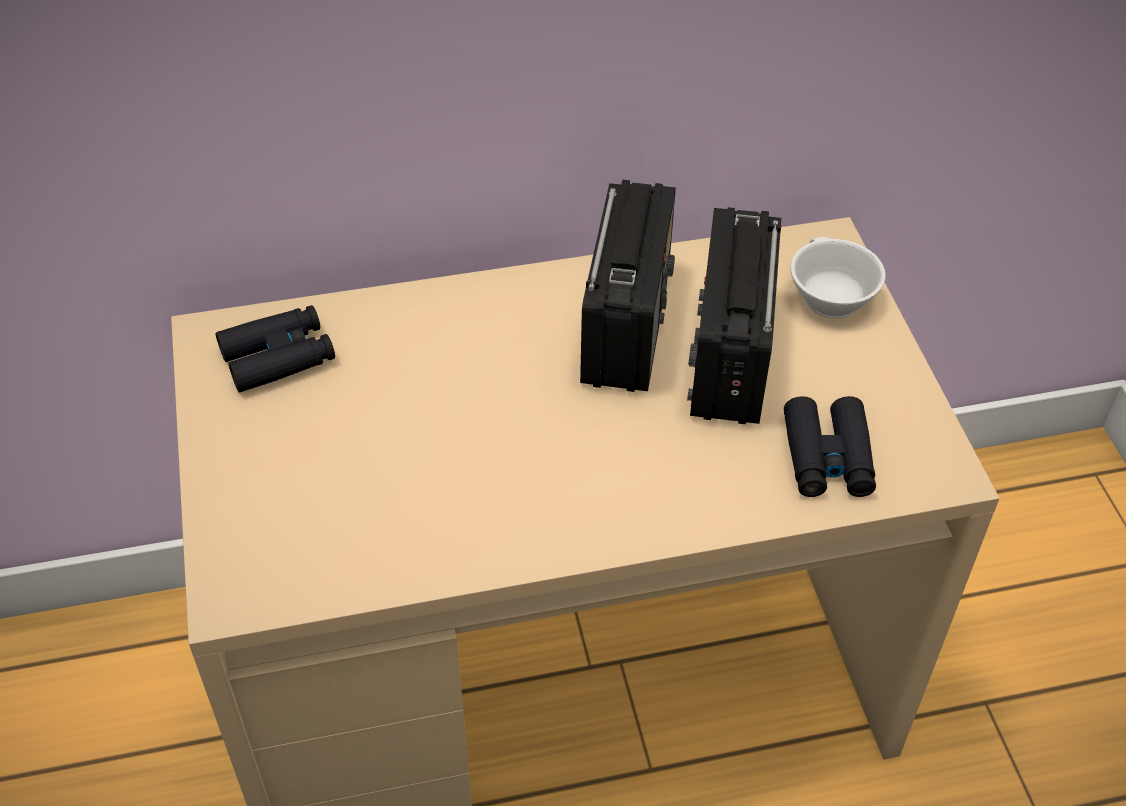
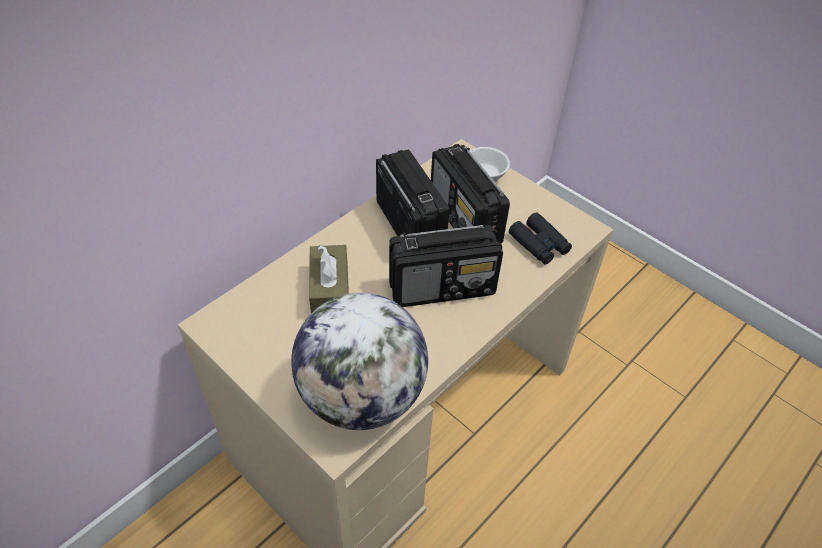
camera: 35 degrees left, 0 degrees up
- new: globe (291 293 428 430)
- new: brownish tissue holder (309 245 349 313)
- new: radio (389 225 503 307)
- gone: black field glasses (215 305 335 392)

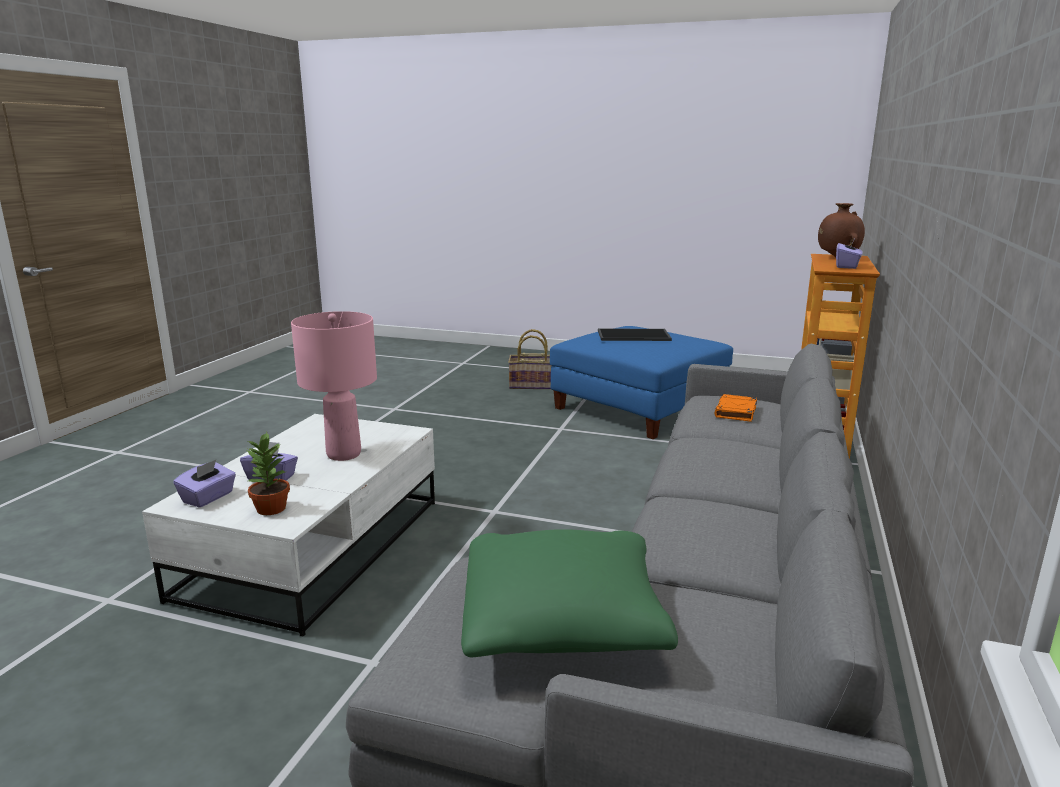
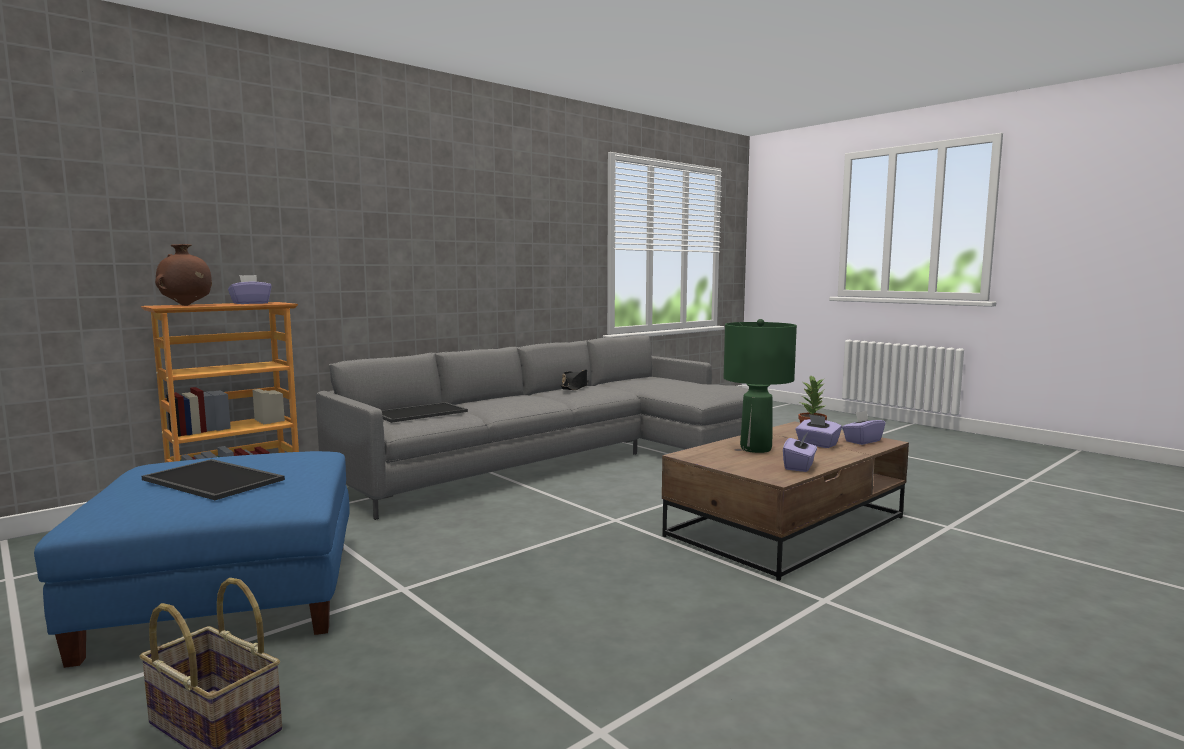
camera: 150 degrees left, 10 degrees down
- swapped: orange-coloured volume (714 394 757 422) to carrying tray (381 402 468 423)
- new: black wearable hat (561 370 589 390)
- repainted: white coffee table (142 414 435 636) to brownish coffee table (662 421 909 581)
- repainted: pinkish lamp for a table (291 311 377 461) to greenish lamp for a table (724 319 797 453)
- new: purple tissue holder (783 434 817 472)
- gone: greenish pillow (461 529 678 657)

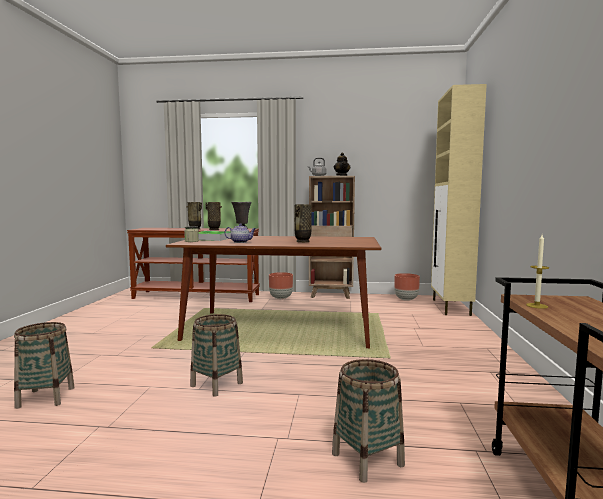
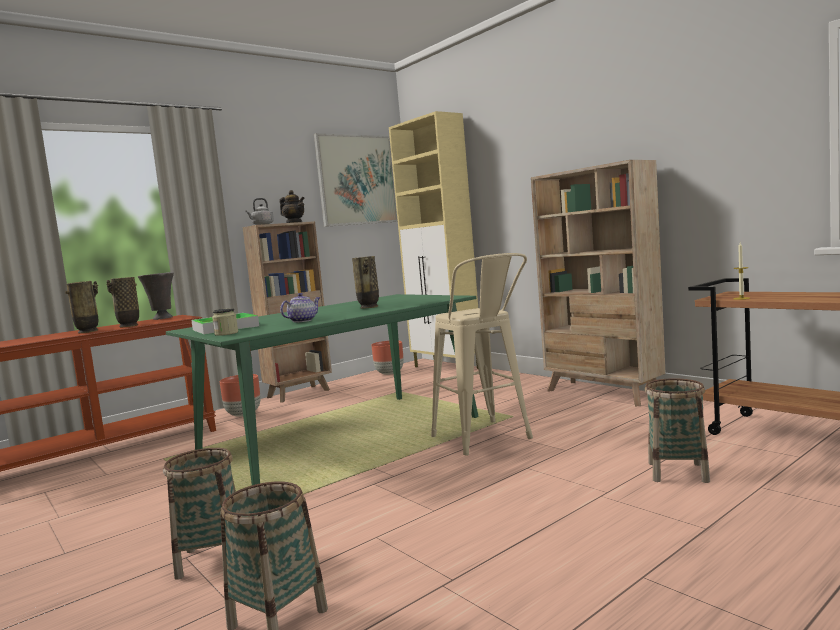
camera: 45 degrees left, 0 degrees up
- shifted: storage basket (190 314 243 396) to (163 448 236 580)
- repainted: brownish dining table (166 236 381 348) to greenish dining table (166 294 479 485)
- new: picture (314 133 398 227)
- new: sand-coloured sitting stool (431 253 533 455)
- new: sand-coloured bookshelf (531 160 666 406)

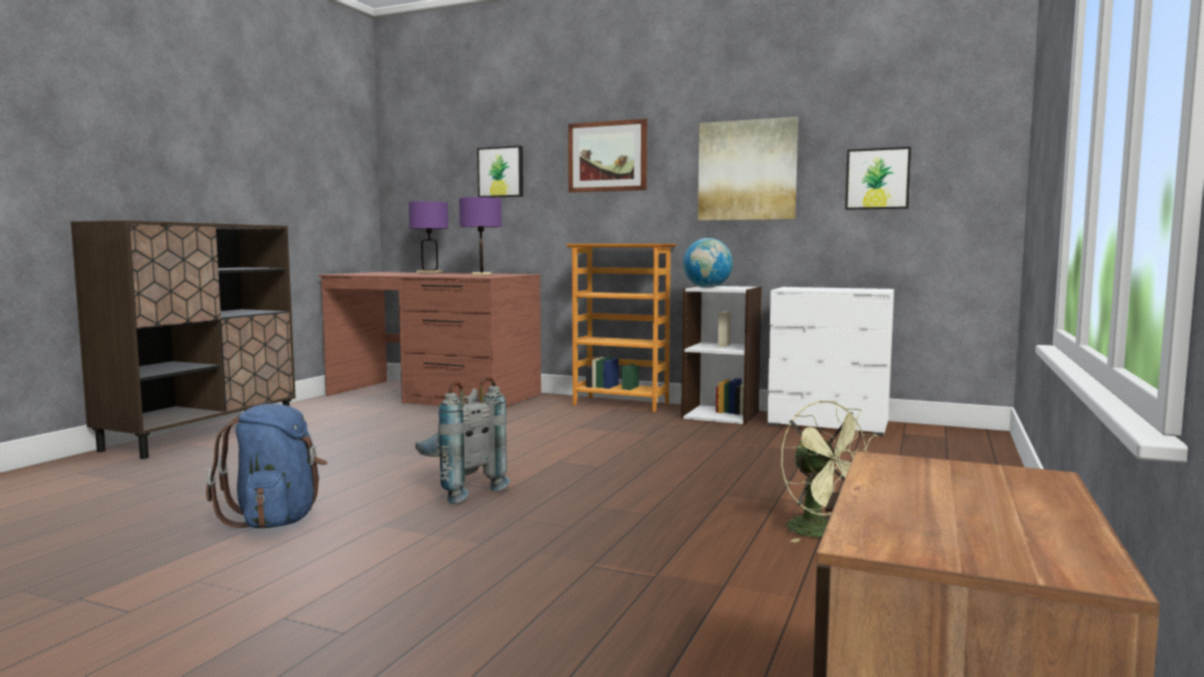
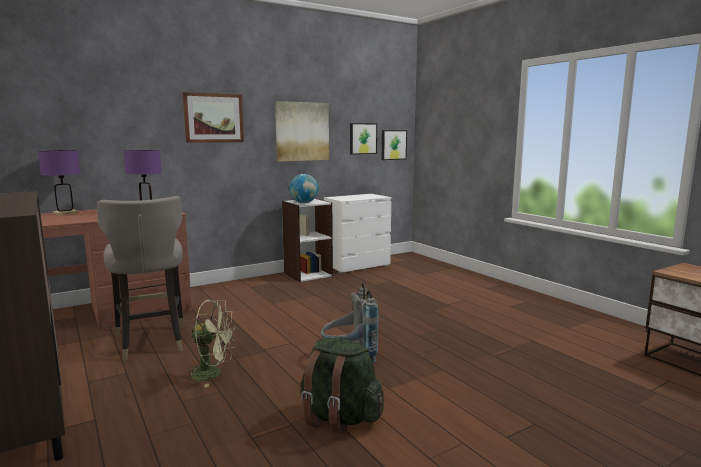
camera: 55 degrees left, 5 degrees up
- new: greyish sitting stool (97 196 184 361)
- shifted: greenish electric fan (781 400 879 543) to (188 300 236 387)
- repainted: bluish rucksack (206 404 327 529) to greenish rucksack (301 338 384 434)
- shifted: picture (477 146 523 197) to (382 130 407 160)
- gone: bookshelf (566 244 677 412)

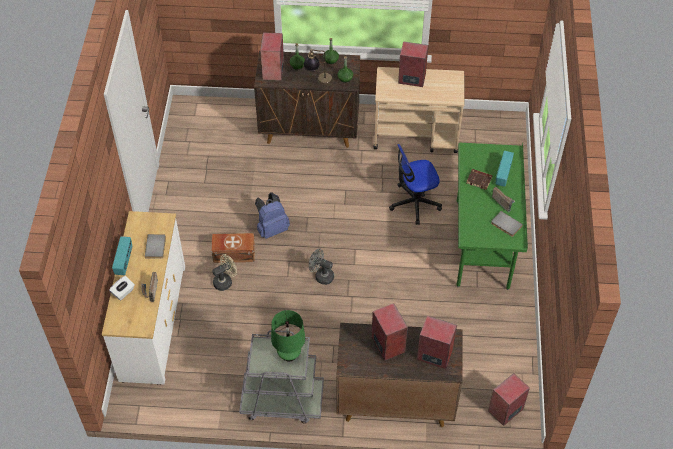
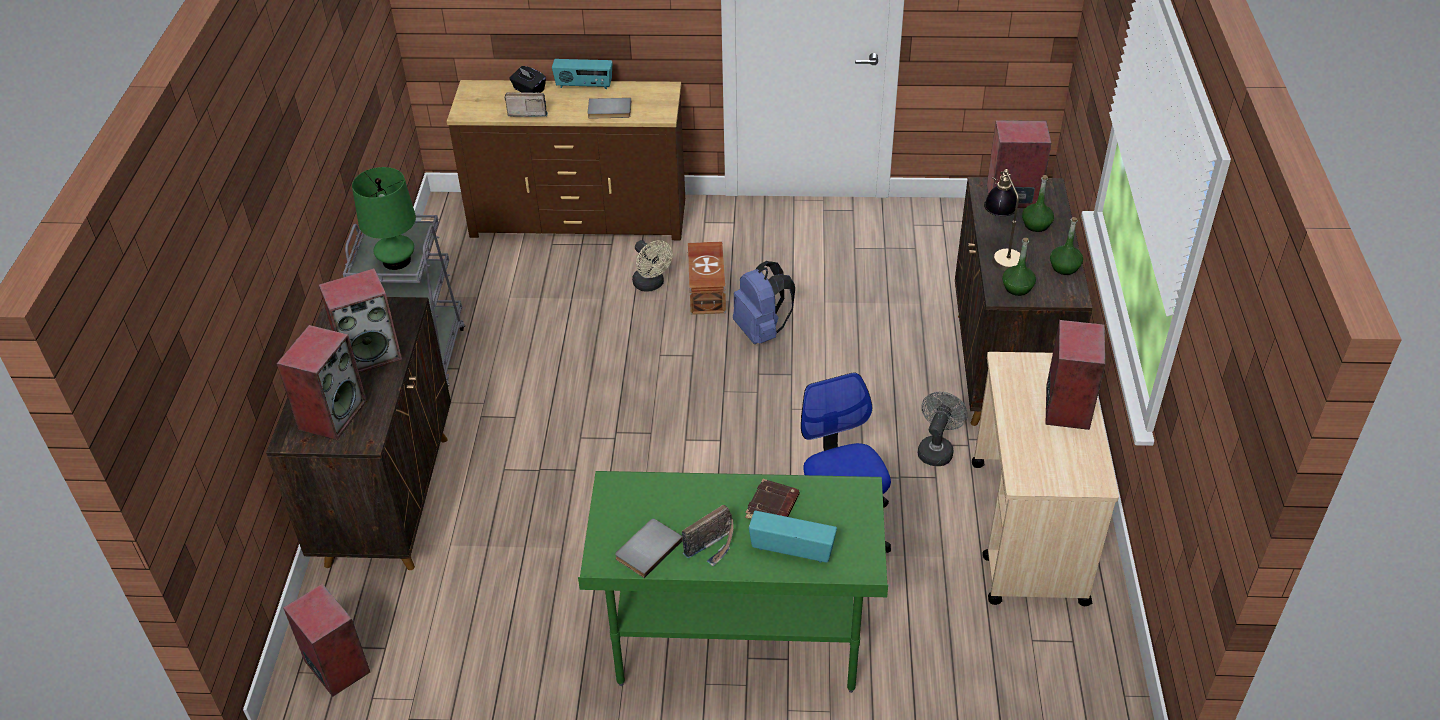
camera: 90 degrees right, 10 degrees down
- repainted: white chest of drawers (102 211 185 385) to brownish chest of drawers (447 80 685 240)
- repainted: white tissue holder (109 276 135 300) to black tissue holder (510 66 546 93)
- shifted: greyish electric fan (309 249 334 285) to (918 392 968 466)

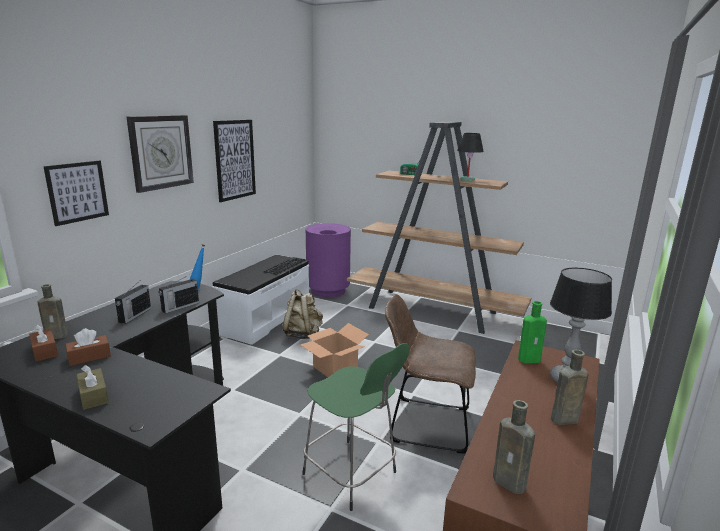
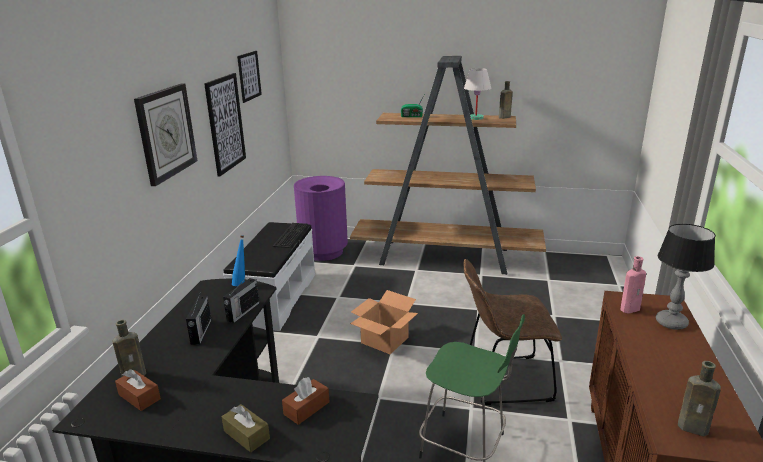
camera: 15 degrees left, 5 degrees up
- shifted: picture (43 161 109 226) to (237 51 262 103)
- shifted: brownish tissue holder (66 328 111 366) to (282 377 329 425)
- repainted: black lamp for a table (457 133 484 181) to white lamp for a table (464 68 492 120)
- shifted: brownish bottle (551 349 589 425) to (499 81 513 119)
- repainted: greenish bottle (518 301 547 363) to pinkish bottle (621 256 646 314)
- gone: sand-coloured rucksack (283 289 323 339)

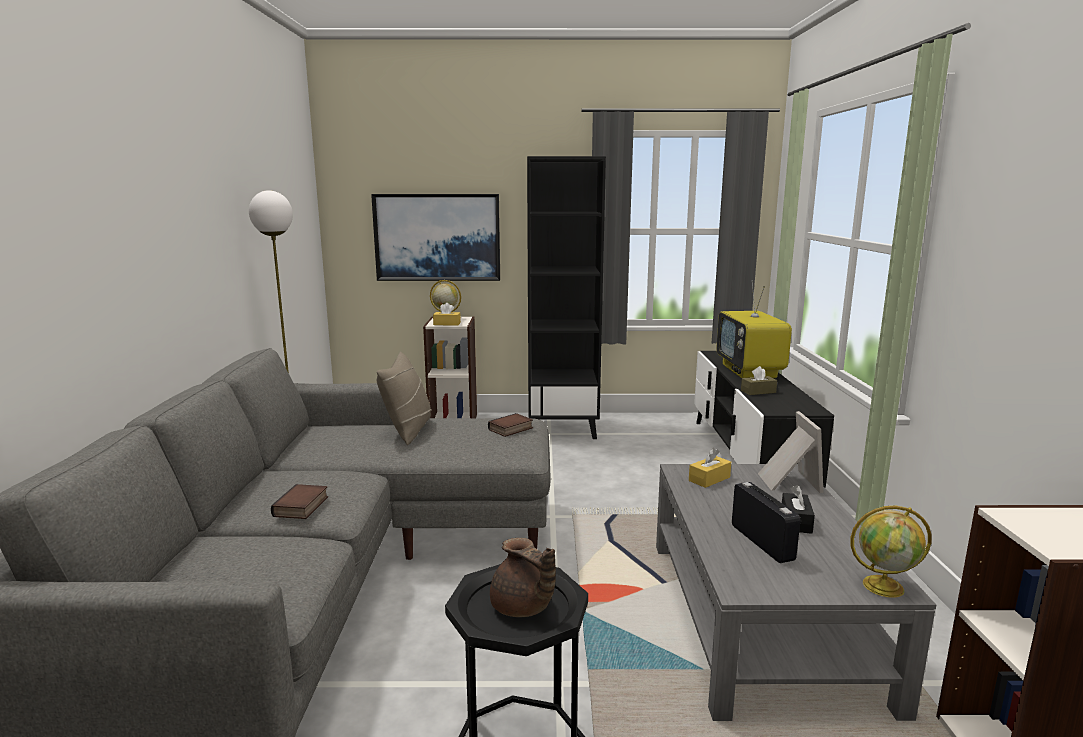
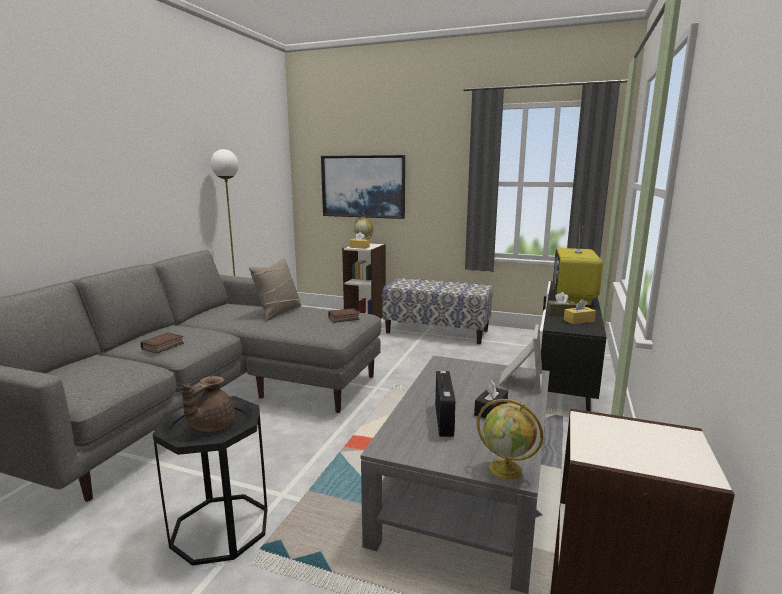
camera: 20 degrees right, 0 degrees up
- rotated: brownish pot for tea (490 538 556 617) = (181 376 235 432) 45 degrees clockwise
- swapped: black bookshelf (527 156 606 439) to indoor bench (382 278 493 344)
- shifted: yellowish tissue holder (689 448 731 488) to (564 299 596 324)

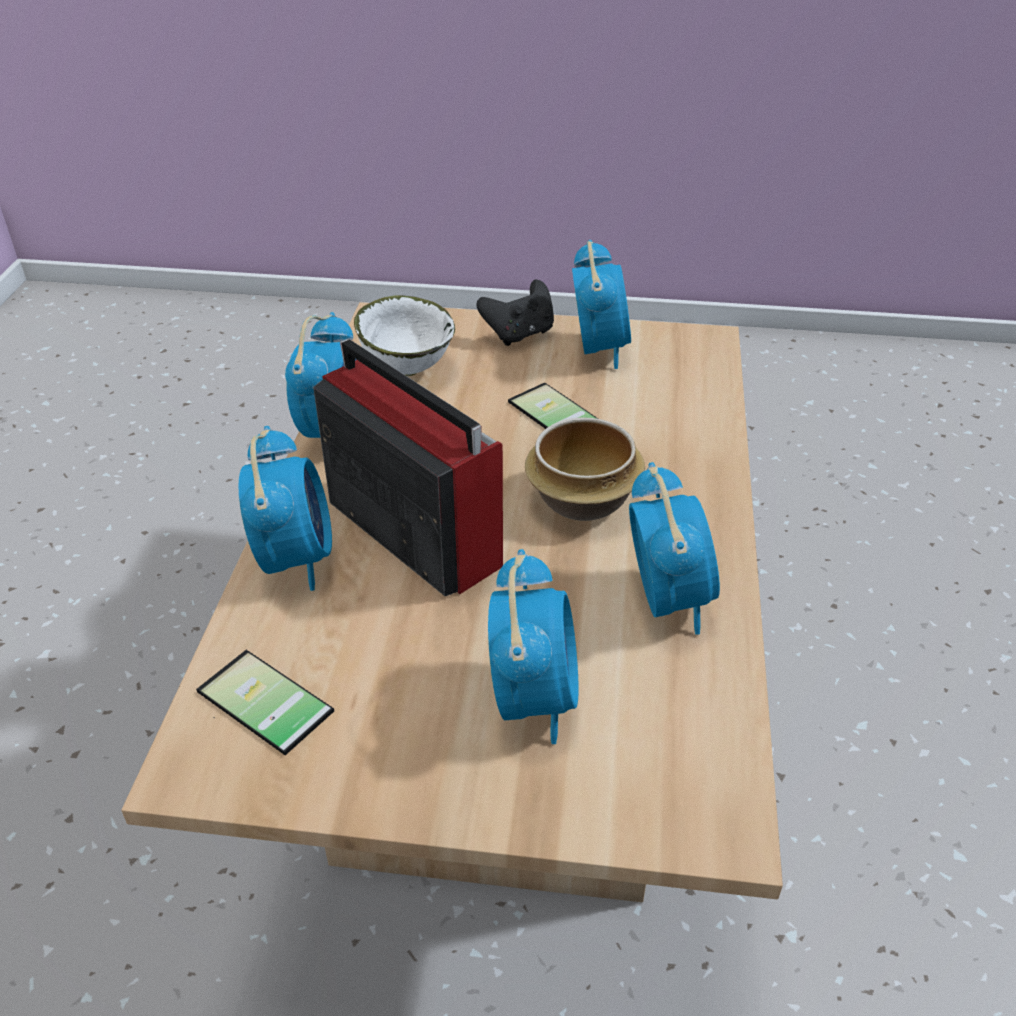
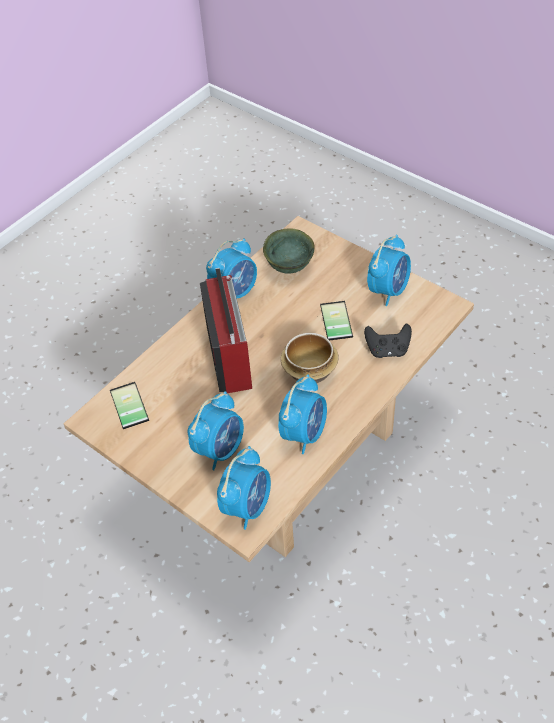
camera: 35 degrees right, 10 degrees up
- shifted: table clock (239 426 332 591) to (217 446 271 530)
- repainted: white bowl (354 295 455 376) to greenish bowl (263 228 315 274)
- shifted: black joypad (476 280 554 346) to (364 324 412 358)

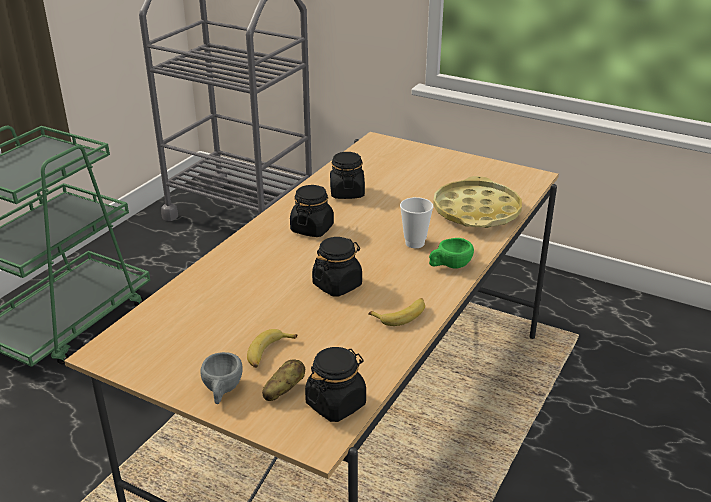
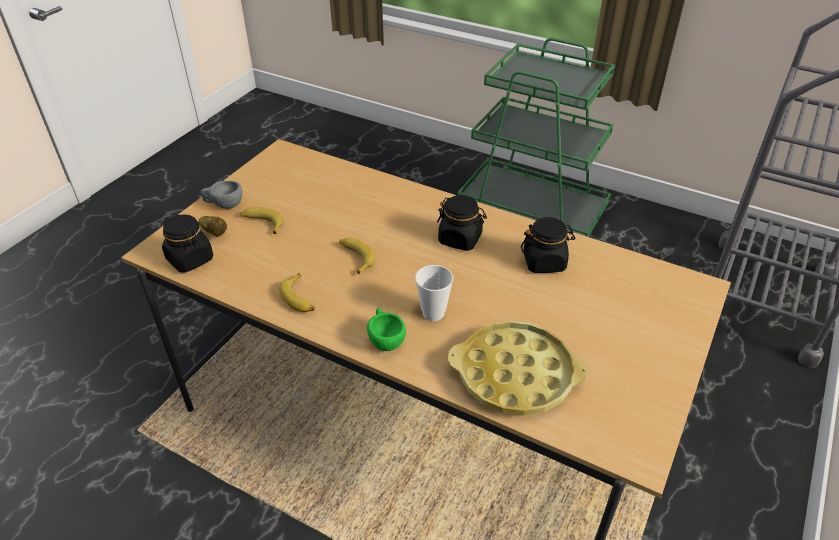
camera: 90 degrees right, 10 degrees up
- swapped: black storage jar (312 237 362 297) to whole banana (339 238 375 274)

